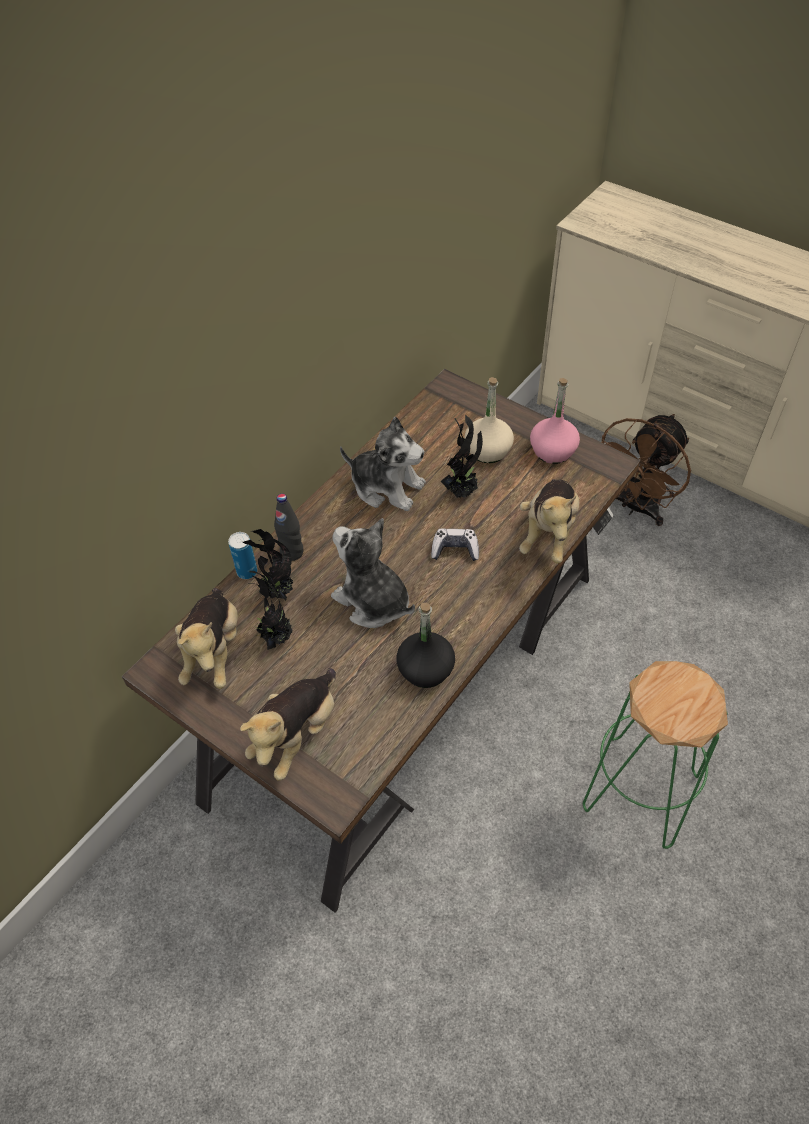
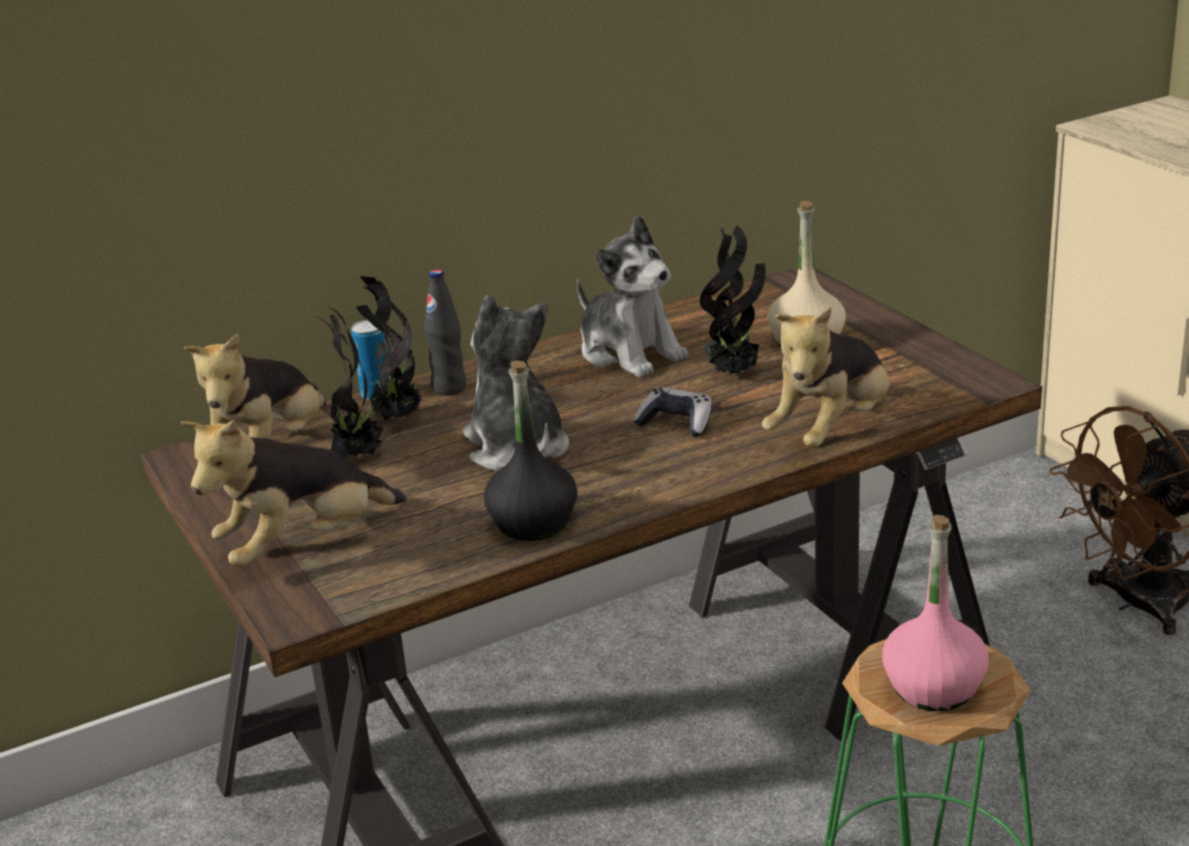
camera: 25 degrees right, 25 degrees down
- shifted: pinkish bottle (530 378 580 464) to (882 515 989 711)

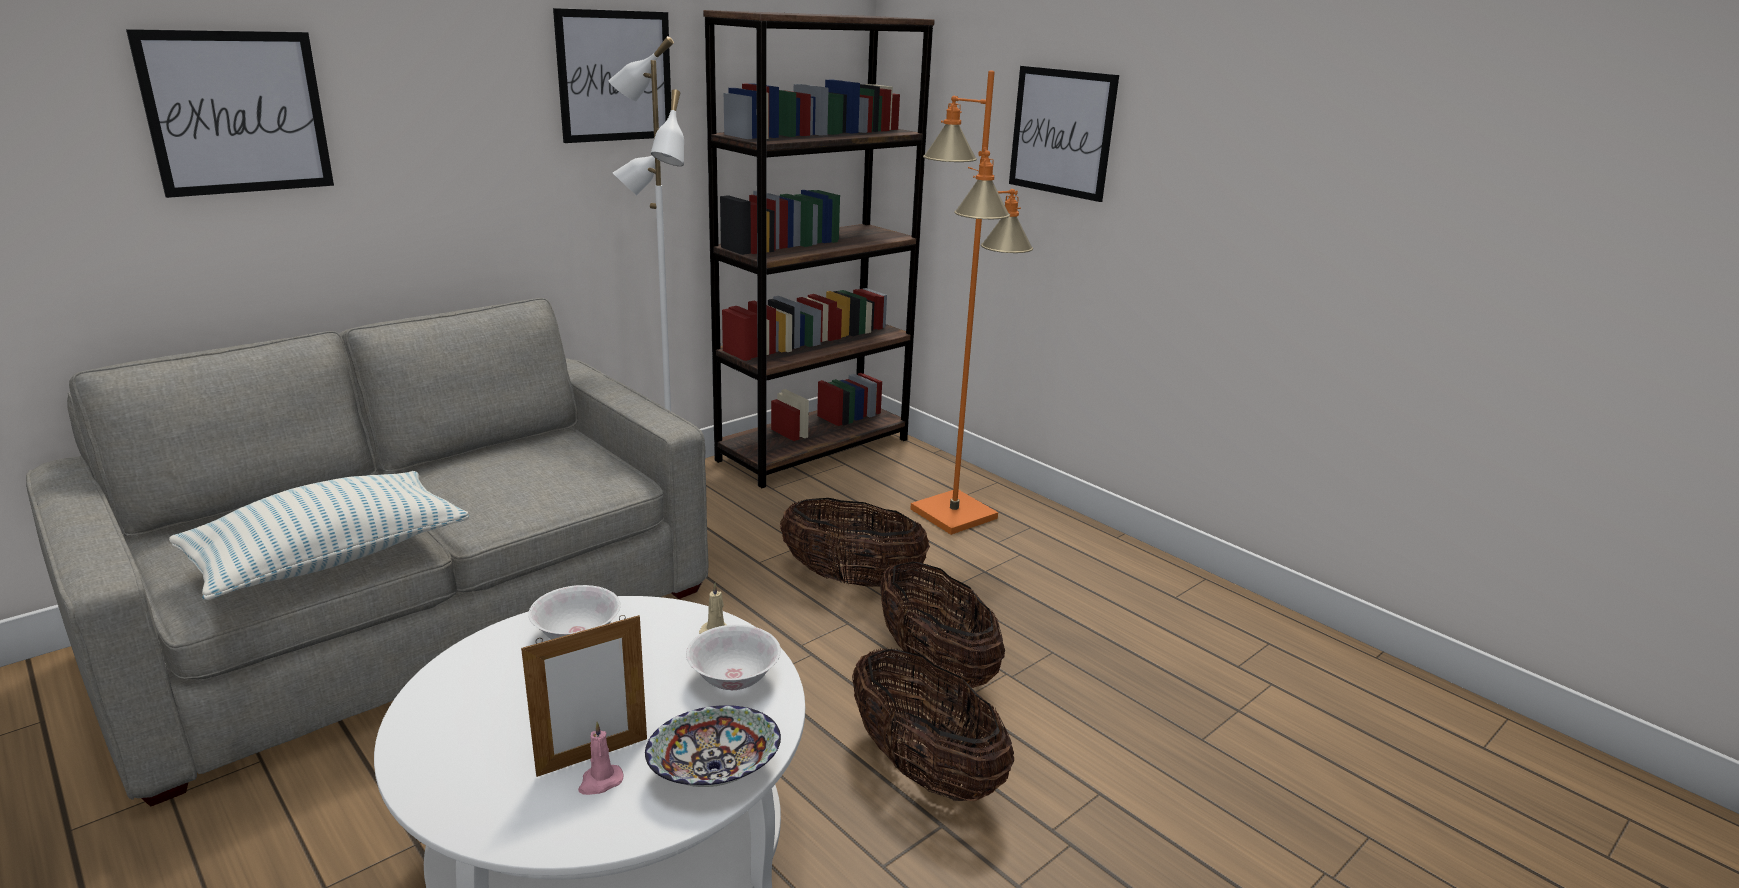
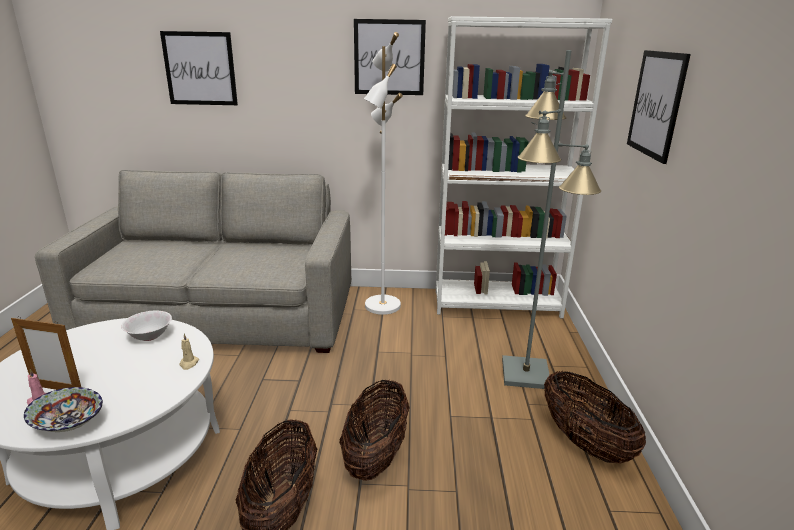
camera: 45 degrees right, 0 degrees up
- repainted: brownish bookshelf (703 10 935 488) to white bookshelf (436 16 612 318)
- repainted: orange-coloured standard lamp (911 71 1033 535) to greyish standard lamp (502 50 601 389)
- shifted: storage basket (780 498 930 587) to (544 371 646 464)
- gone: pillow (169 471 469 600)
- gone: white bowl (686 625 781 690)

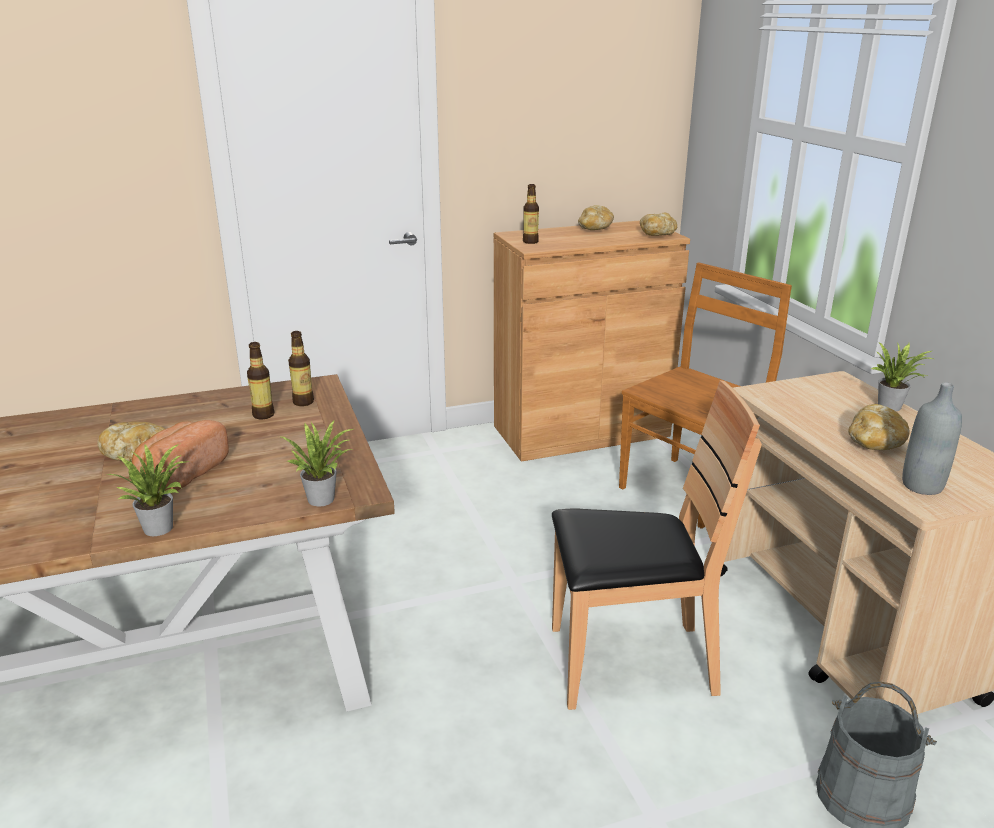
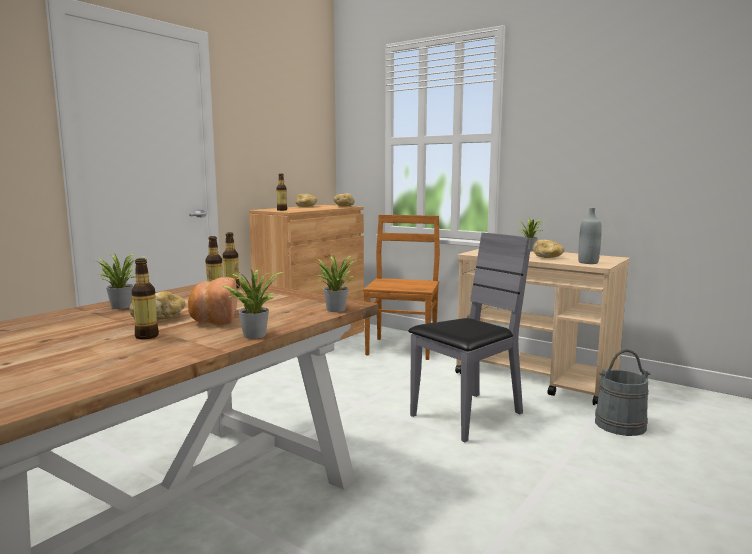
camera: 35 degrees left, 15 degrees down
- new: houseplant (95 252 144 309)
- new: bottle (132 258 159 340)
- repainted: brownish chair (552 380 762 710) to greyish chair (408 232 530 442)

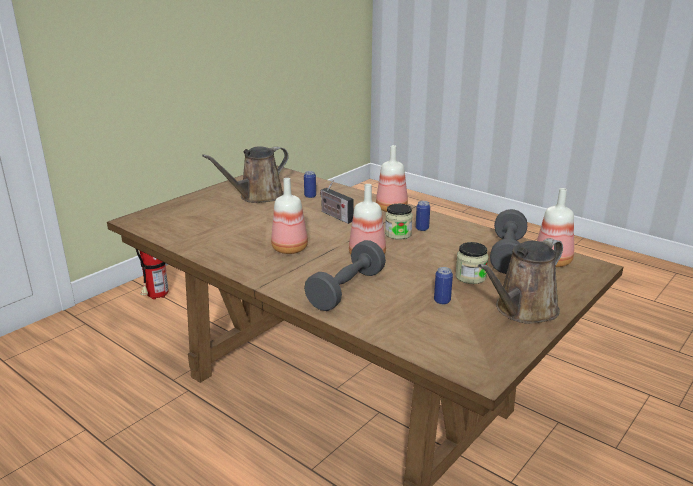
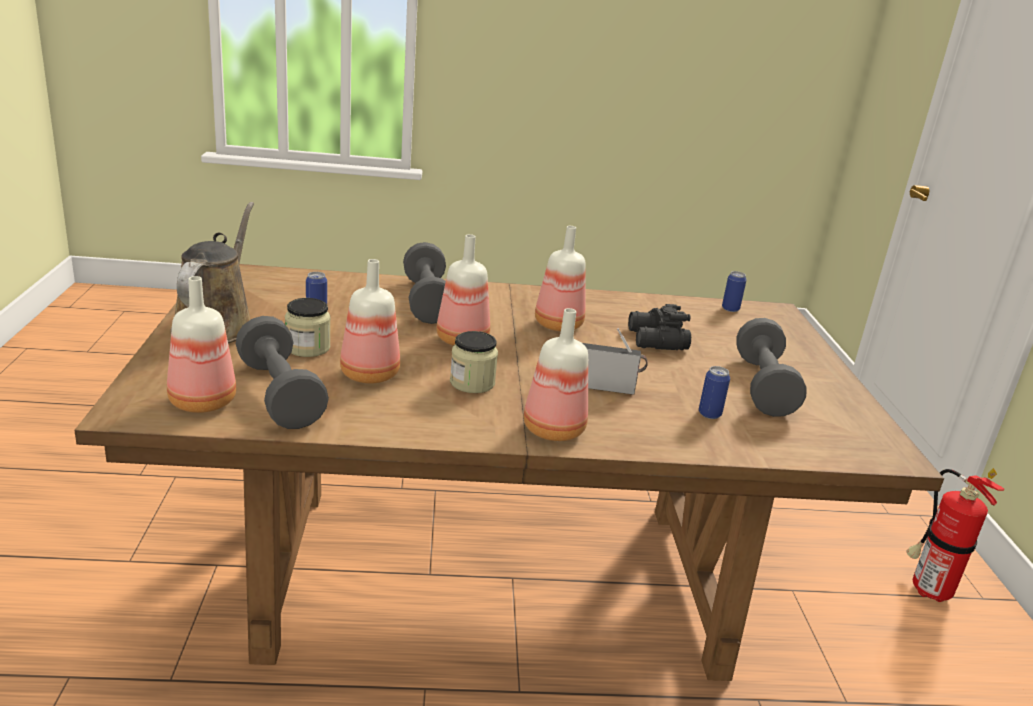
camera: 135 degrees right, 0 degrees up
- new: bottle (340 259 400 384)
- new: black field glasses (628 304 691 350)
- shifted: sealed can (416 201 430 231) to (722 271 746 312)
- swapped: brownish watering pot (202 146 289 203) to greyish hand weight (736 318 807 417)

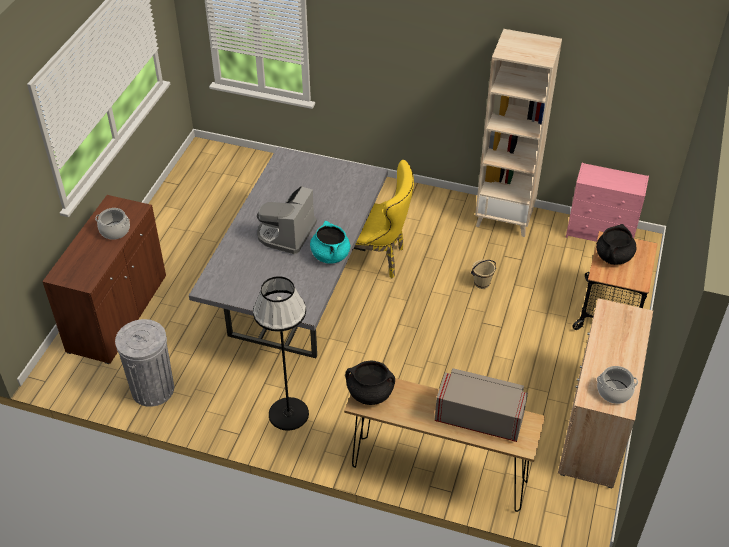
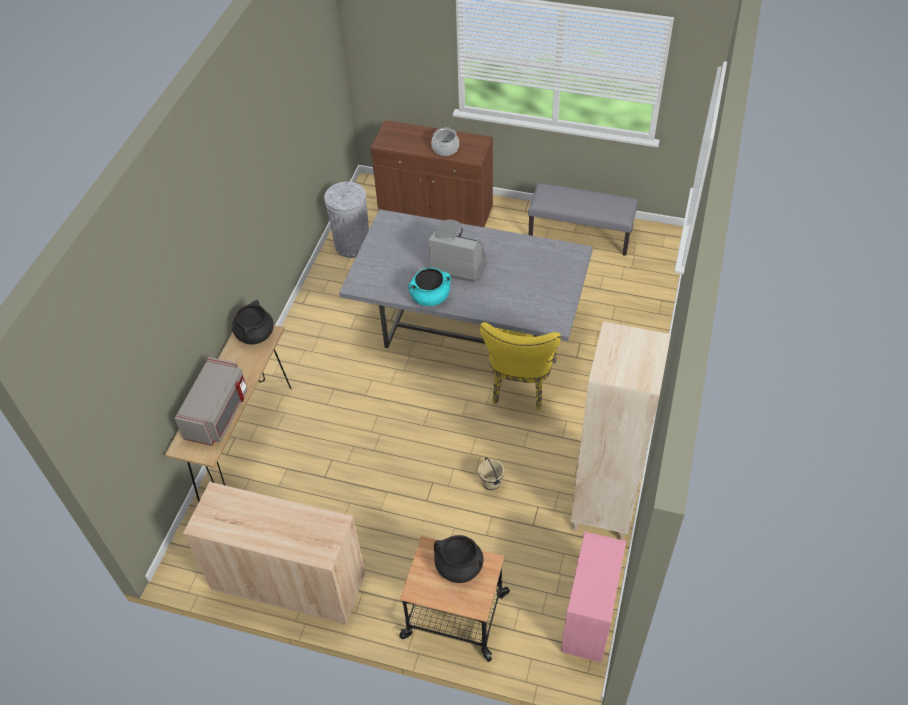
camera: 90 degrees right, 5 degrees up
- new: greyish indoor bench (528 183 638 256)
- gone: black standard lamp (253 276 309 431)
- gone: stockpot (597 366 638 404)

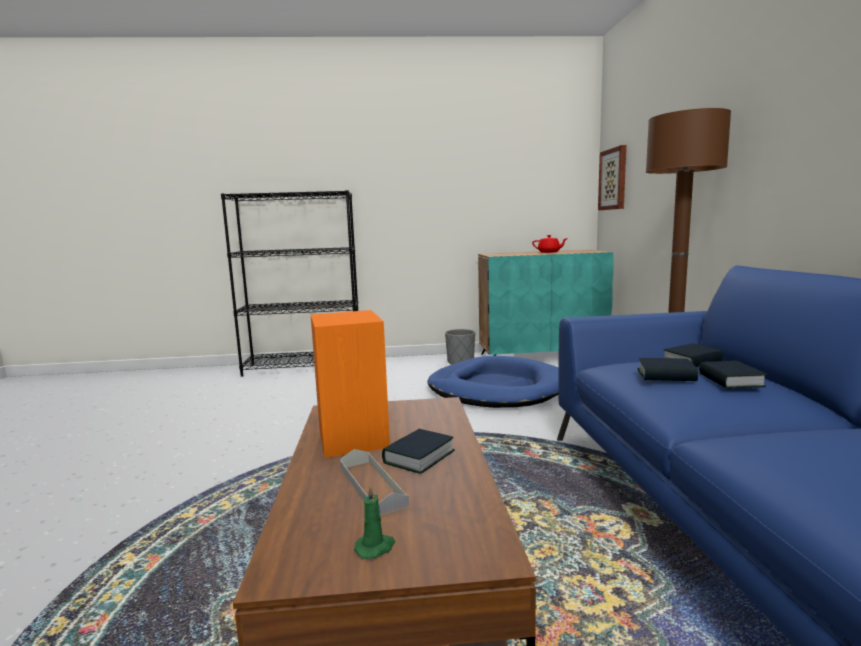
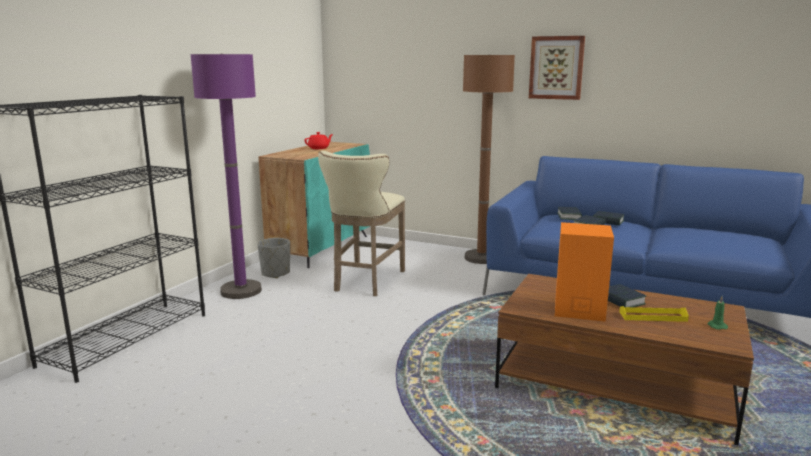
camera: 60 degrees left, 5 degrees up
- new: purple standard lamp (190 53 262 299)
- swapped: bluish pet bed (427 356 559 408) to sand-coloured sitting stool (318 151 405 296)
- shifted: picture (598 145 626 210) to (529 36 585 100)
- repainted: greyish carrying tray (340 449 410 516) to yellowish carrying tray (620 306 689 322)

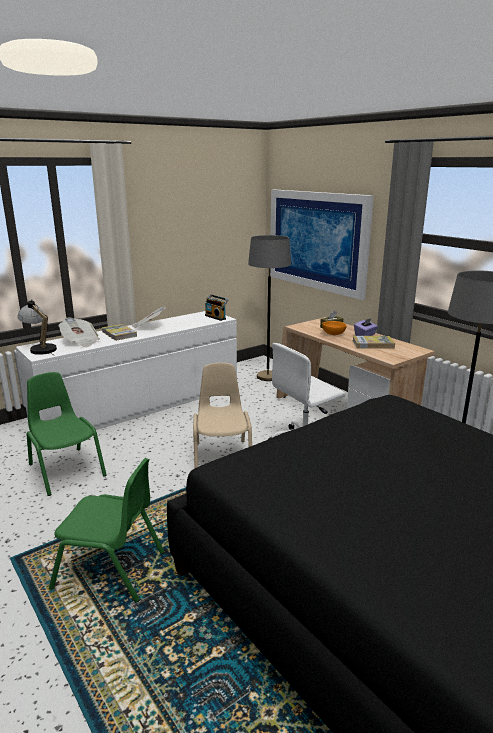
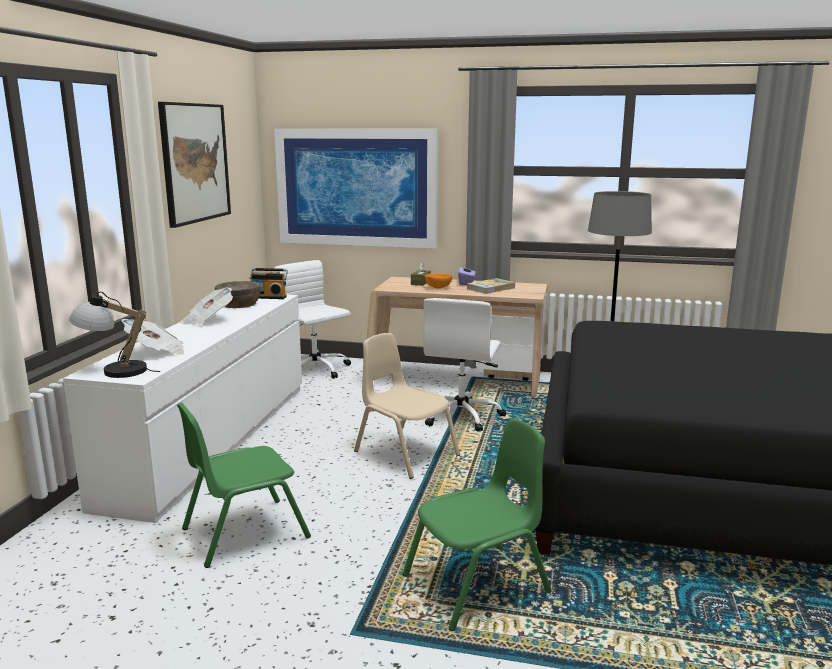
camera: 40 degrees left, 5 degrees down
- new: picture (158 102 231 228)
- rotated: greenish chair (27 372 107 496) = (177 402 311 568) 45 degrees counterclockwise
- new: brownish bowl (215 281 261 308)
- swapped: greyish standard lamp (248 235 291 381) to white computer chair (275 260 351 379)
- gone: volume (102 324 137 341)

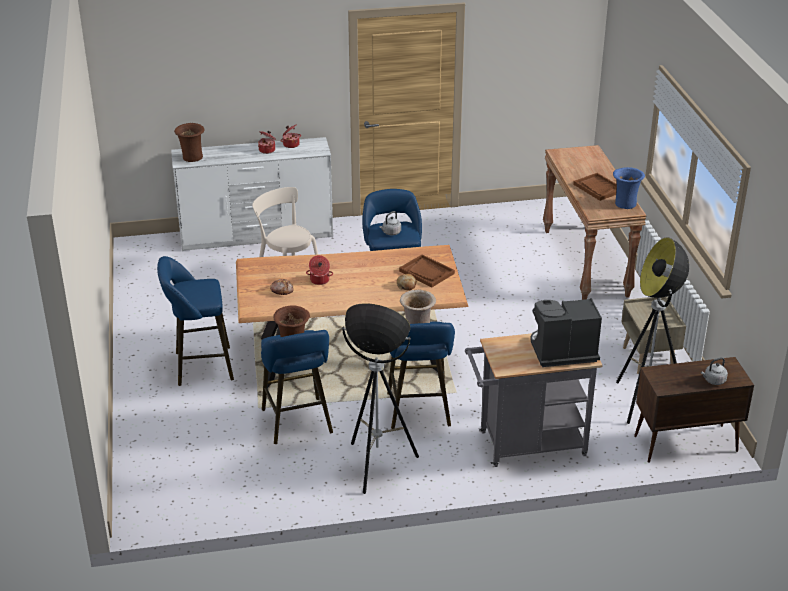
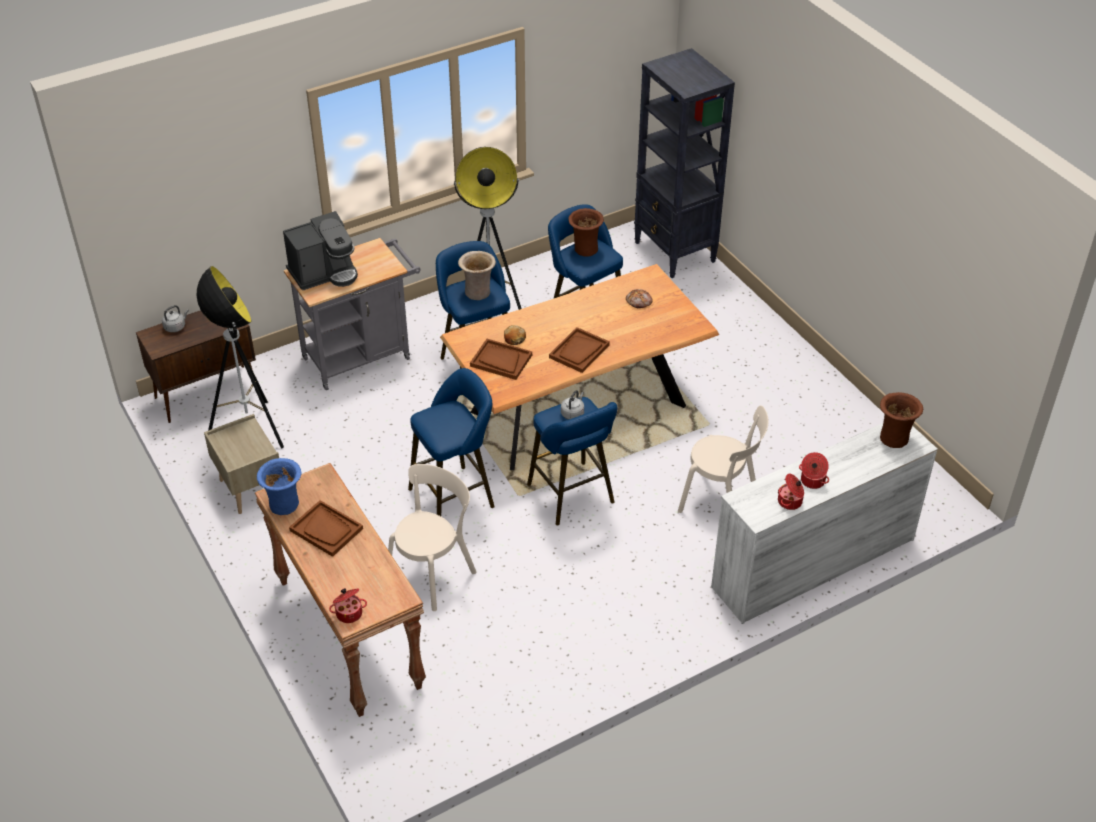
camera: 160 degrees right, 10 degrees up
- shifted: stockpot (306 255 333 285) to (329 588 367 623)
- new: sand-coloured chair (388 464 477 611)
- shifted: bluish sitting stool (157 256 234 386) to (408 368 495 516)
- new: brownish carrying tray (549 327 610 373)
- new: black bookshelf (634 48 735 278)

